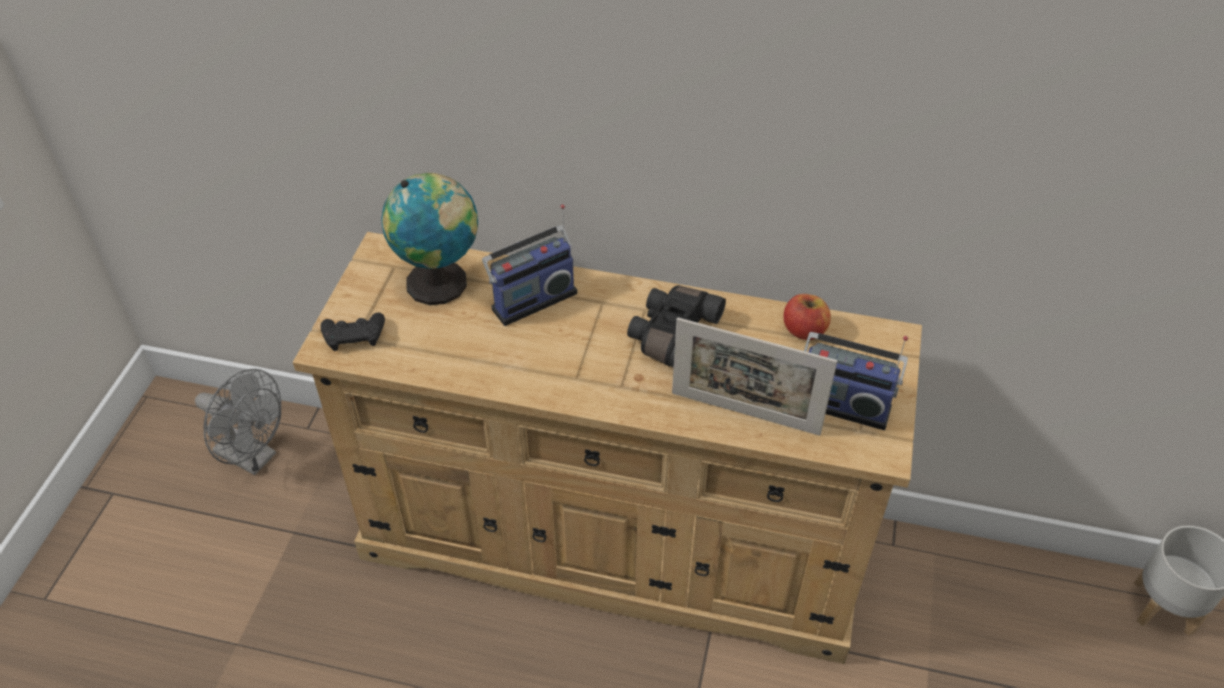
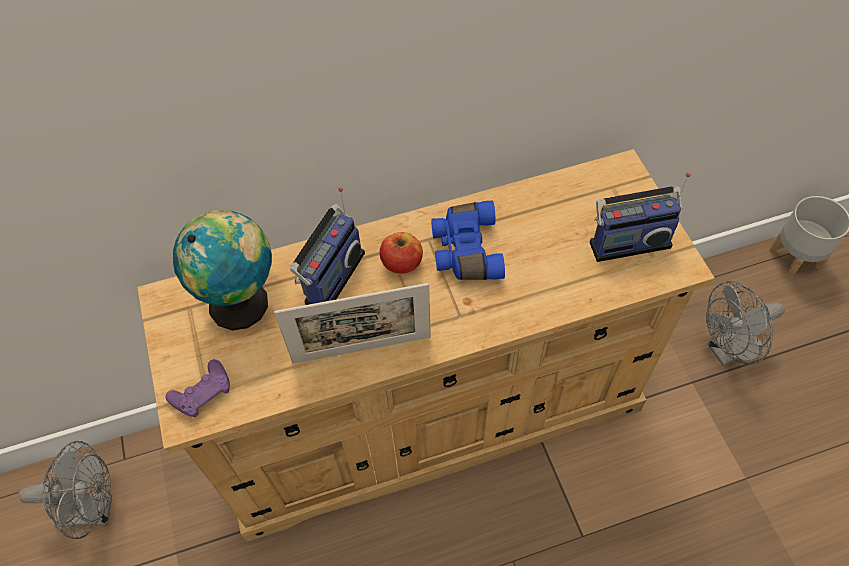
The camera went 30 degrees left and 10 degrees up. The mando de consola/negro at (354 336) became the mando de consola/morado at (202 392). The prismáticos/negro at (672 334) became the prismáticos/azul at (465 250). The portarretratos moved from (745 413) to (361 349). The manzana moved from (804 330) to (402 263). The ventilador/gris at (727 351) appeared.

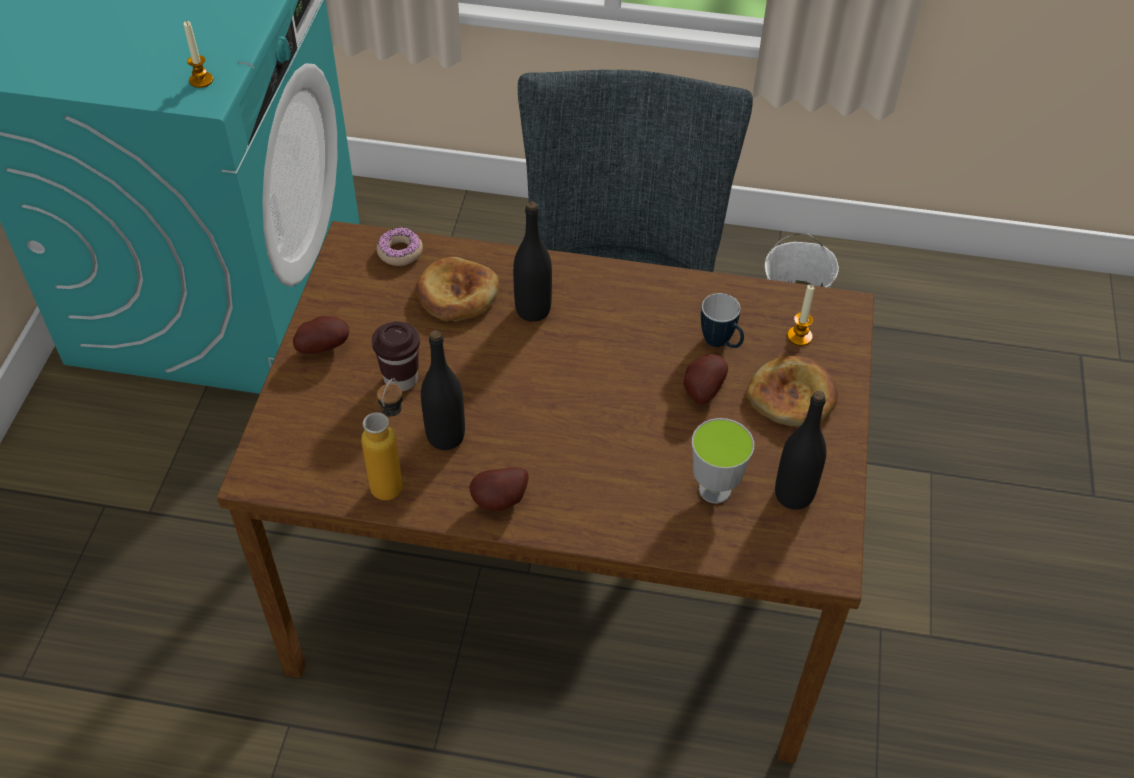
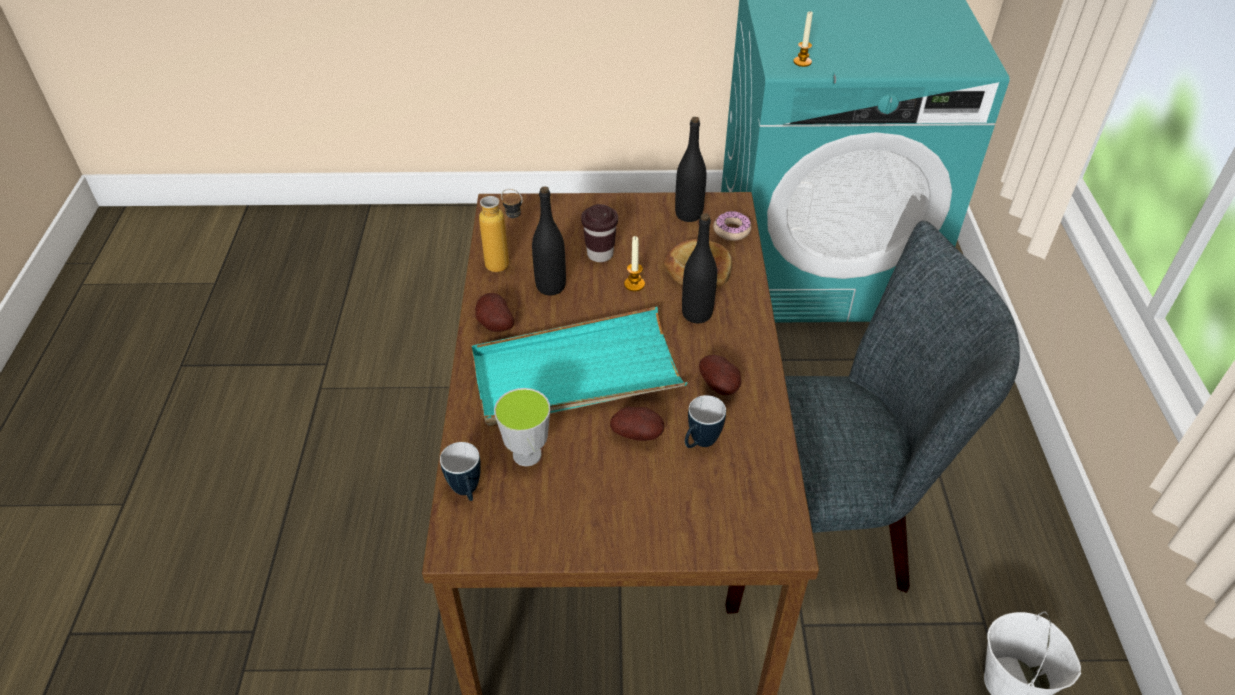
The camera went 80 degrees right and 5 degrees down. The patata moved from (323 346) to (720 386). The pan at (792 396) disappeared. The botella/negro moved from (793 495) to (688 214). The vela moved from (799 336) to (634 284). The taza grande at (467 492) appeared. The bandeja/turquesa at (575 373) appeared.

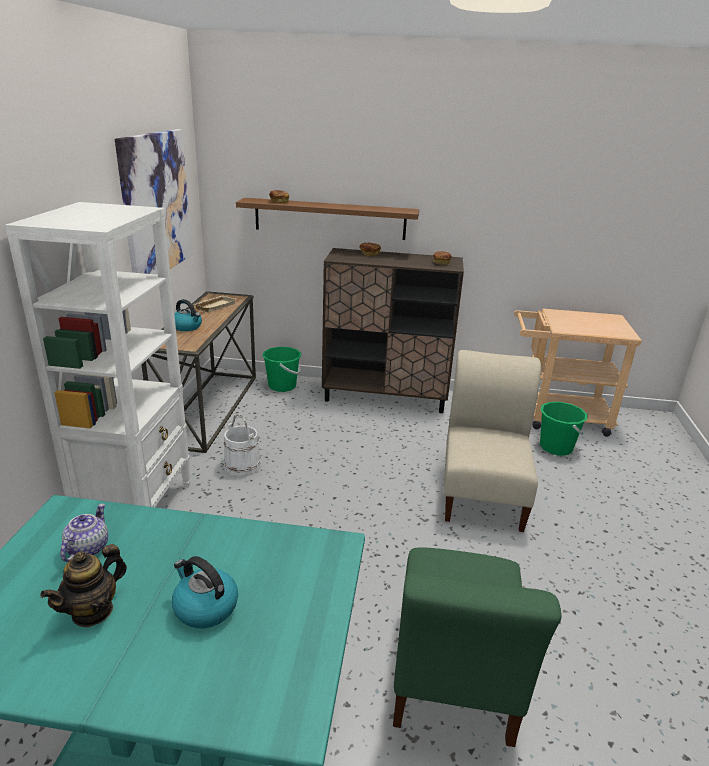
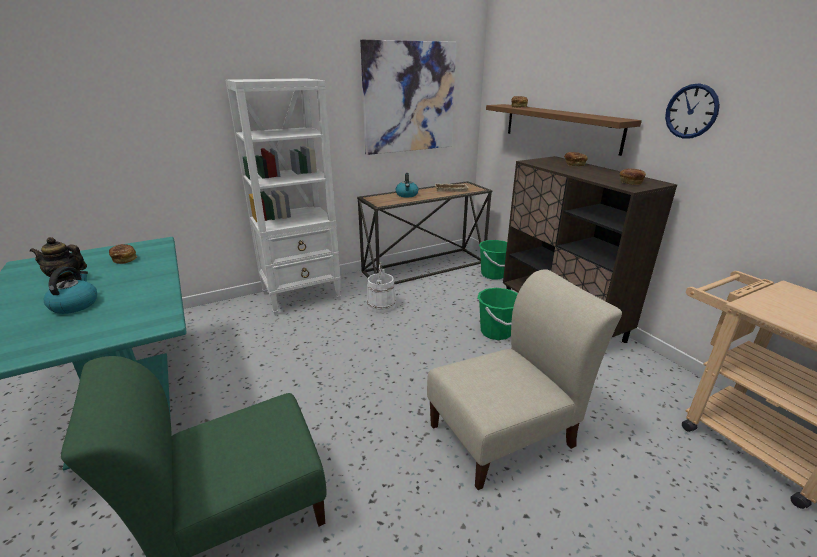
The camera went 55 degrees right and 0 degrees up. The tetera at (87 548) was replaced by the pan at (124 259). The cubo/verde moved from (556 447) to (496 332). The reloj de pared at (691 111) appeared.

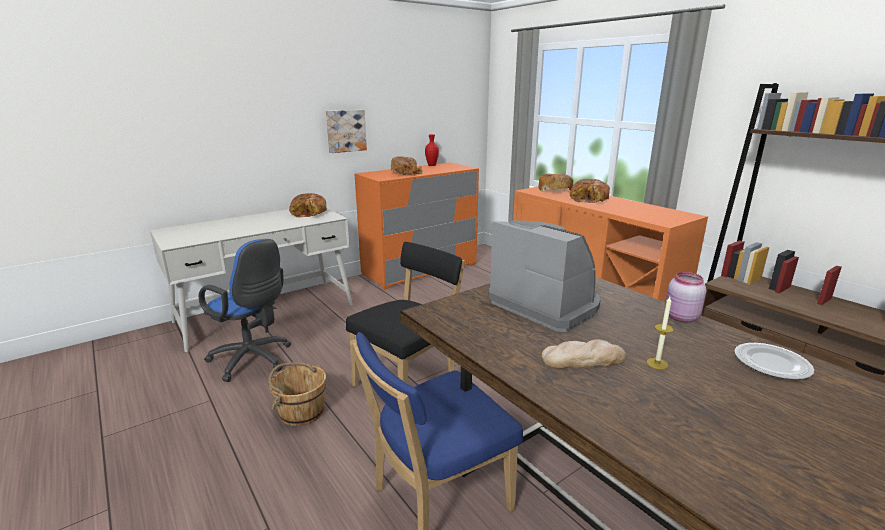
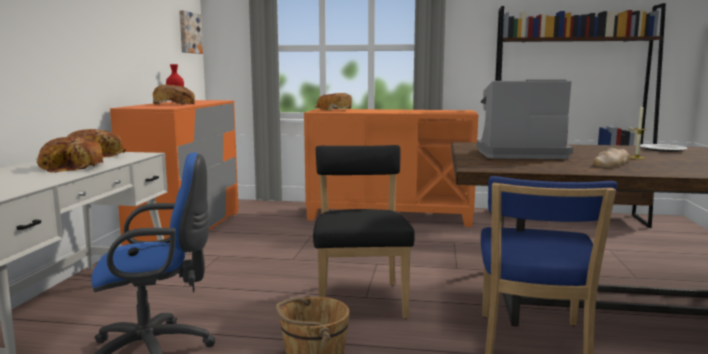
The camera went 45 degrees left and 10 degrees down. The cuadro moved from (345 131) to (189 33). The pan moved from (590 199) to (74 167). The tarro/rosa at (680 317) disappeared.

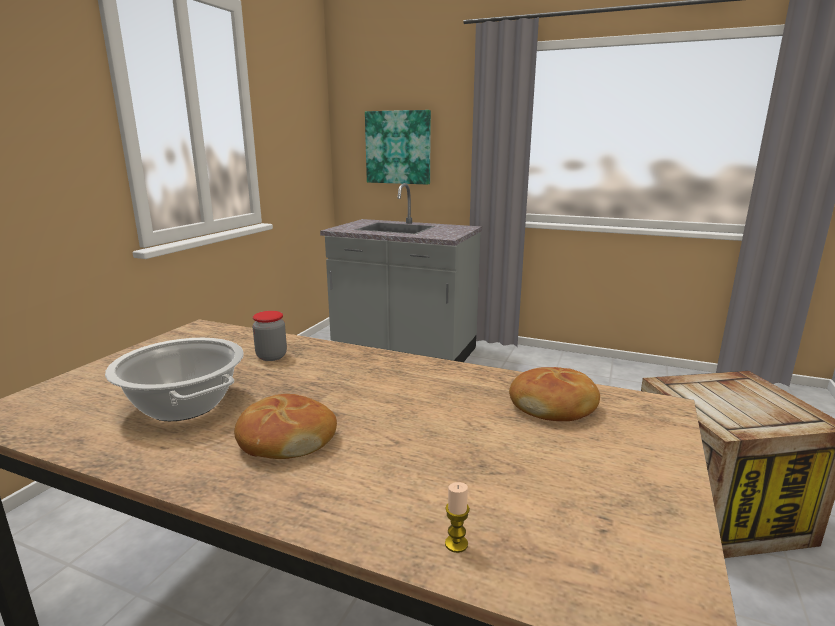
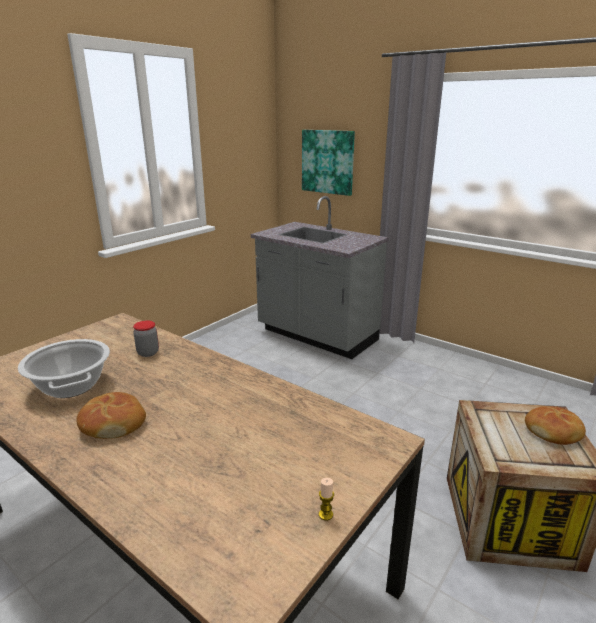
The camera went 15 degrees right and 5 degrees up. The vela moved from (456 544) to (325 514). The pan moved from (554 406) to (553 432).

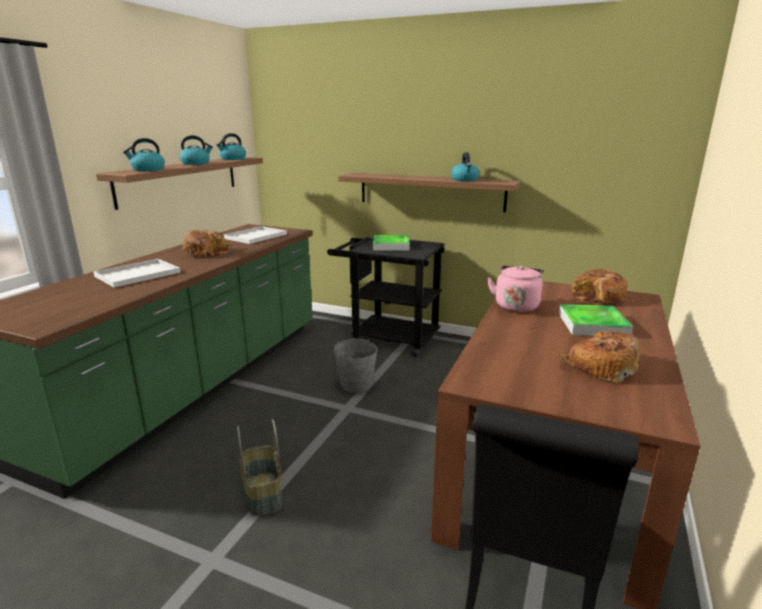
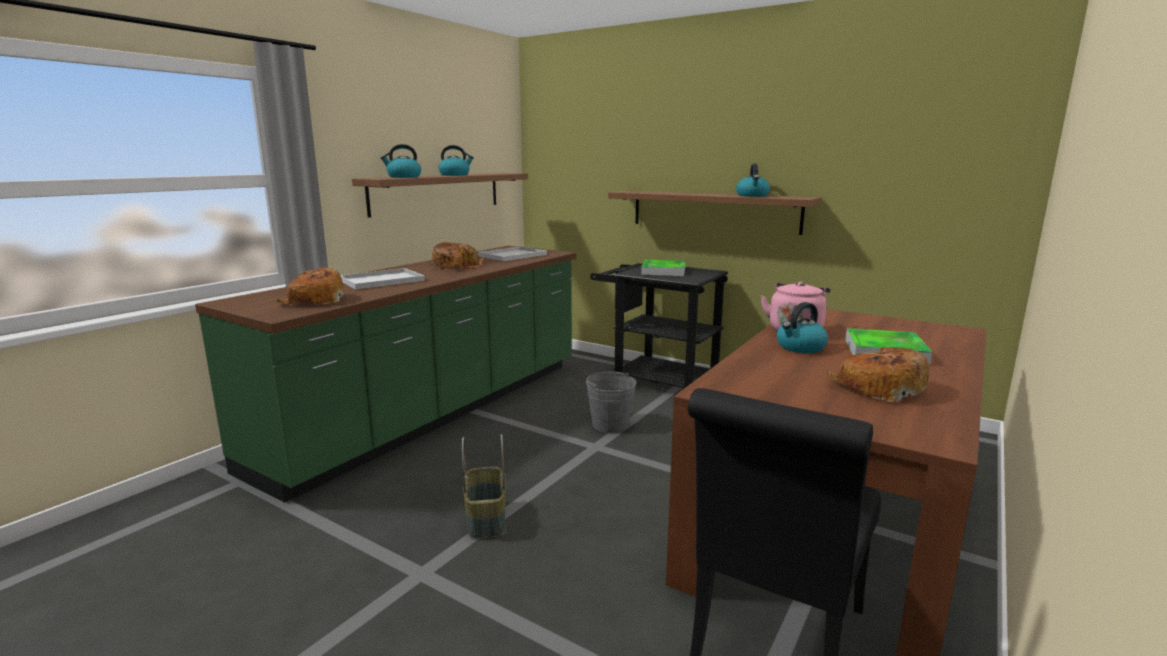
The camera went 10 degrees right and 5 degrees down. The hervidor moved from (232 159) to (800 347). The pan moved from (598 297) to (313 300).

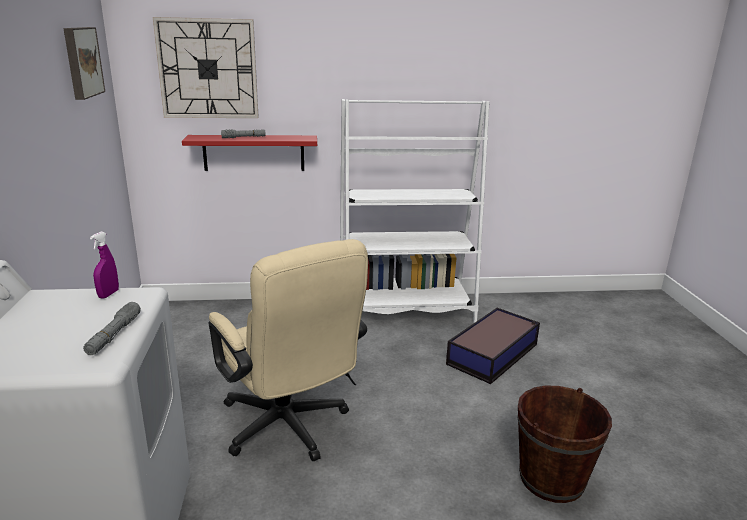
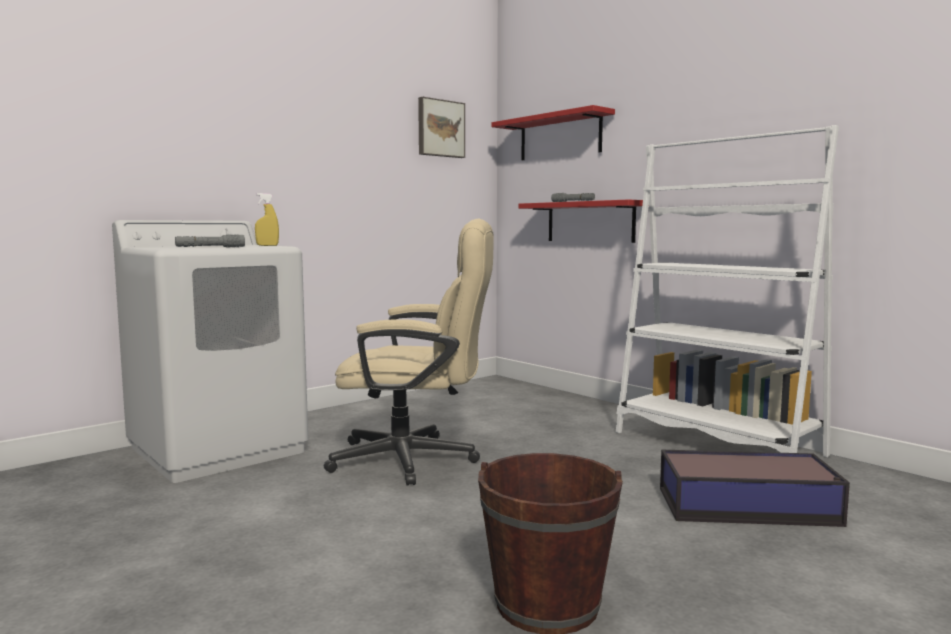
The camera went 55 degrees right and 15 degrees down. The pulverizador/morado at (108 294) became the pulverizador/amarillo at (267 245). The reloj de pared at (208 69) was replaced by the estante/rojo at (560 137). The silla de oficina/beis at (289 429) turned 105 degrees counterclockwise.

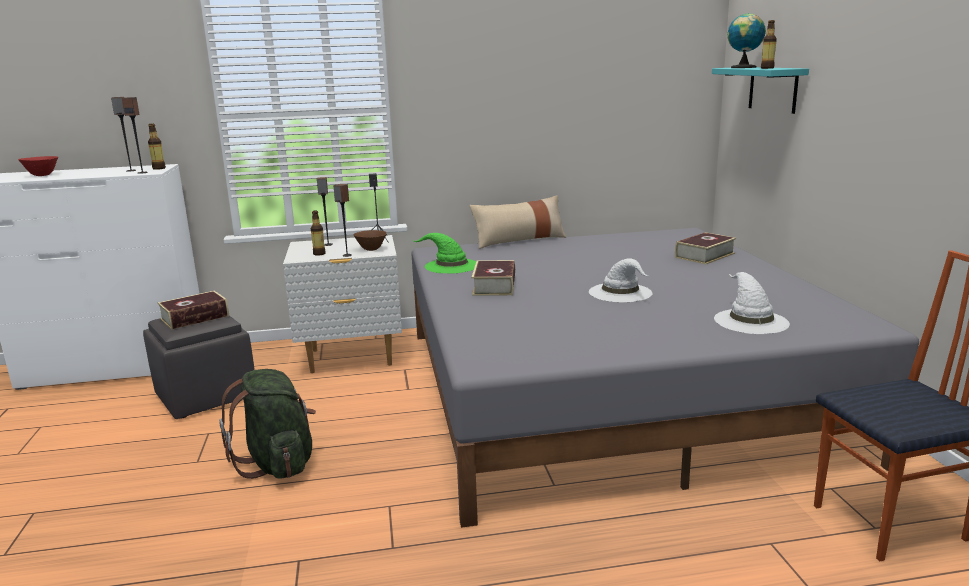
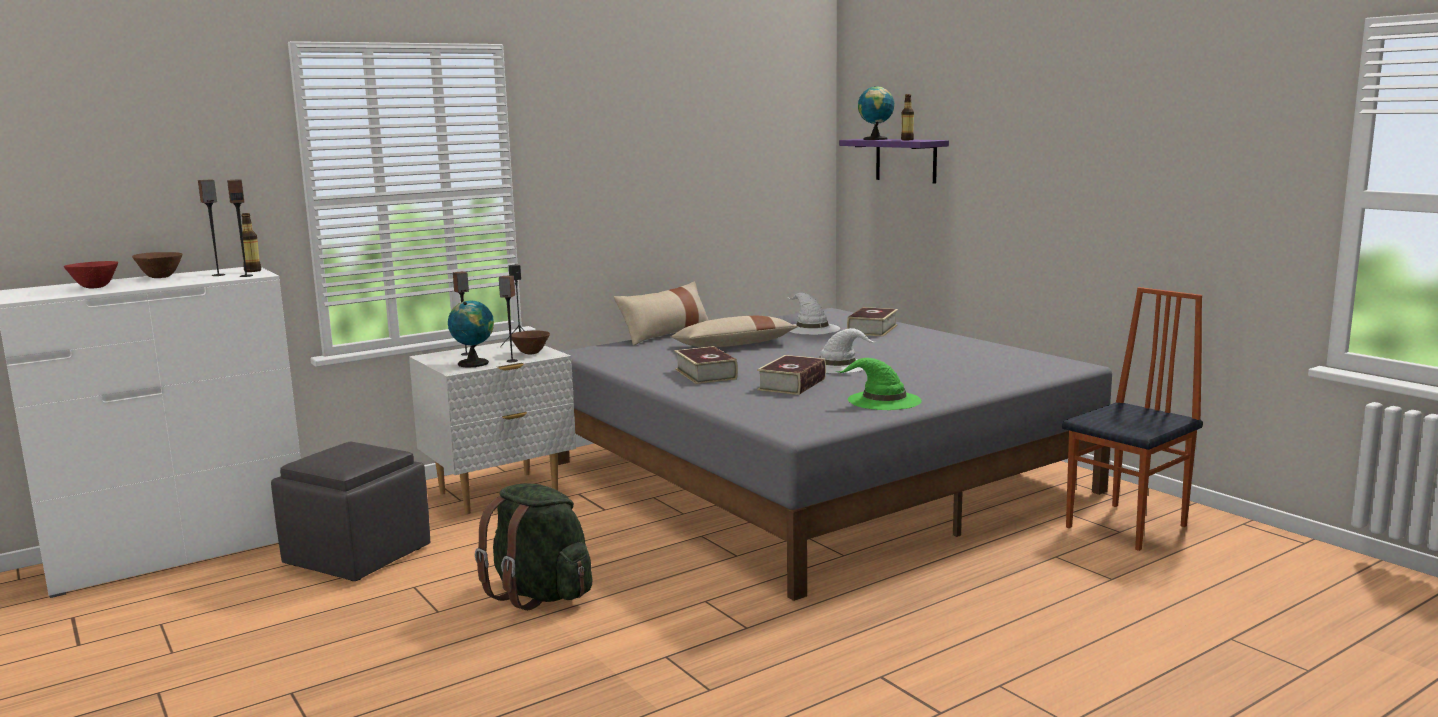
The camera went 25 degrees left and 5 degrees down. The libro moved from (195 317) to (792 384). The botella at (319 254) was replaced by the globo terráqueo at (474 363). The sombrero/verde moved from (450 266) to (883 400). The estante/turquesa at (773 89) became the estante/morado at (906 160). The sombrero/blanco moved from (750 320) to (811 328). The cuenco/marrón at (161 277) appeared. The cojín/beis at (734 345) appeared.

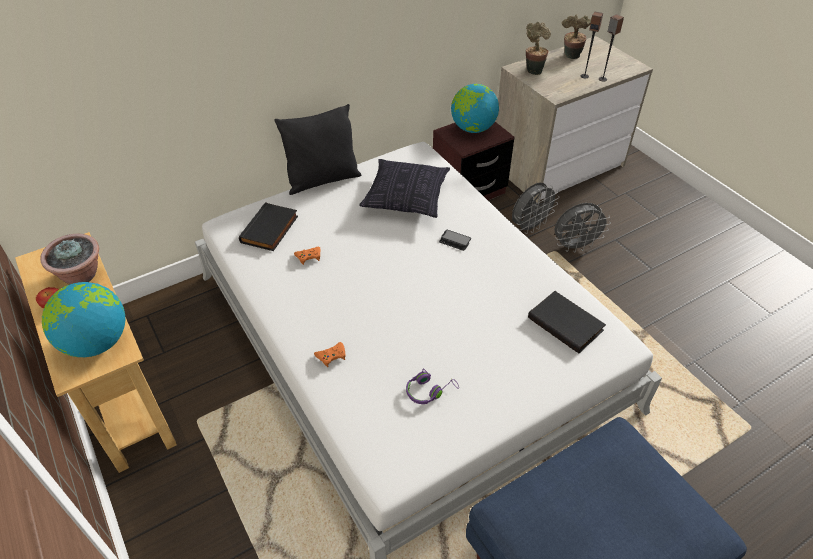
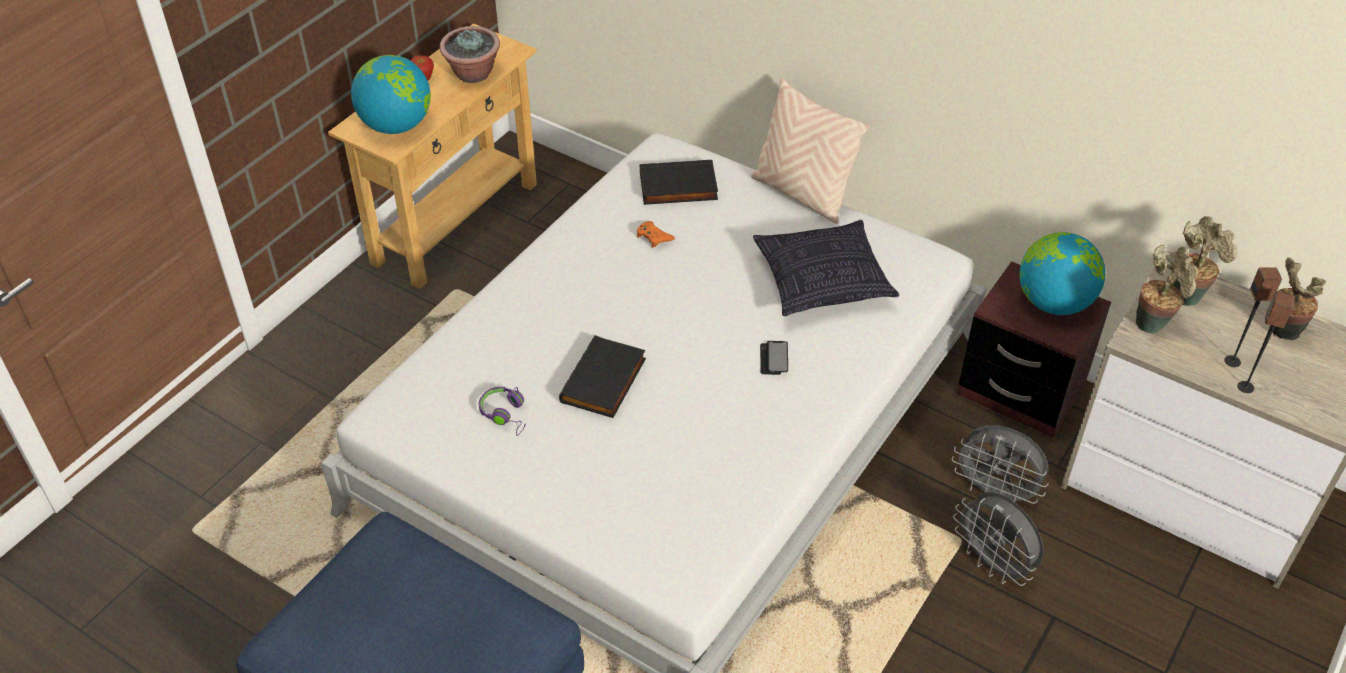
The camera went 65 degrees right and 0 degrees up. The cojín/negro at (323 180) became the cojín/beis at (802 194). The mando de consola/naranja at (331 356) disappeared. The libro/negro moved from (566 323) to (605 381). The planta en maceta at (1153 323) appeared.

